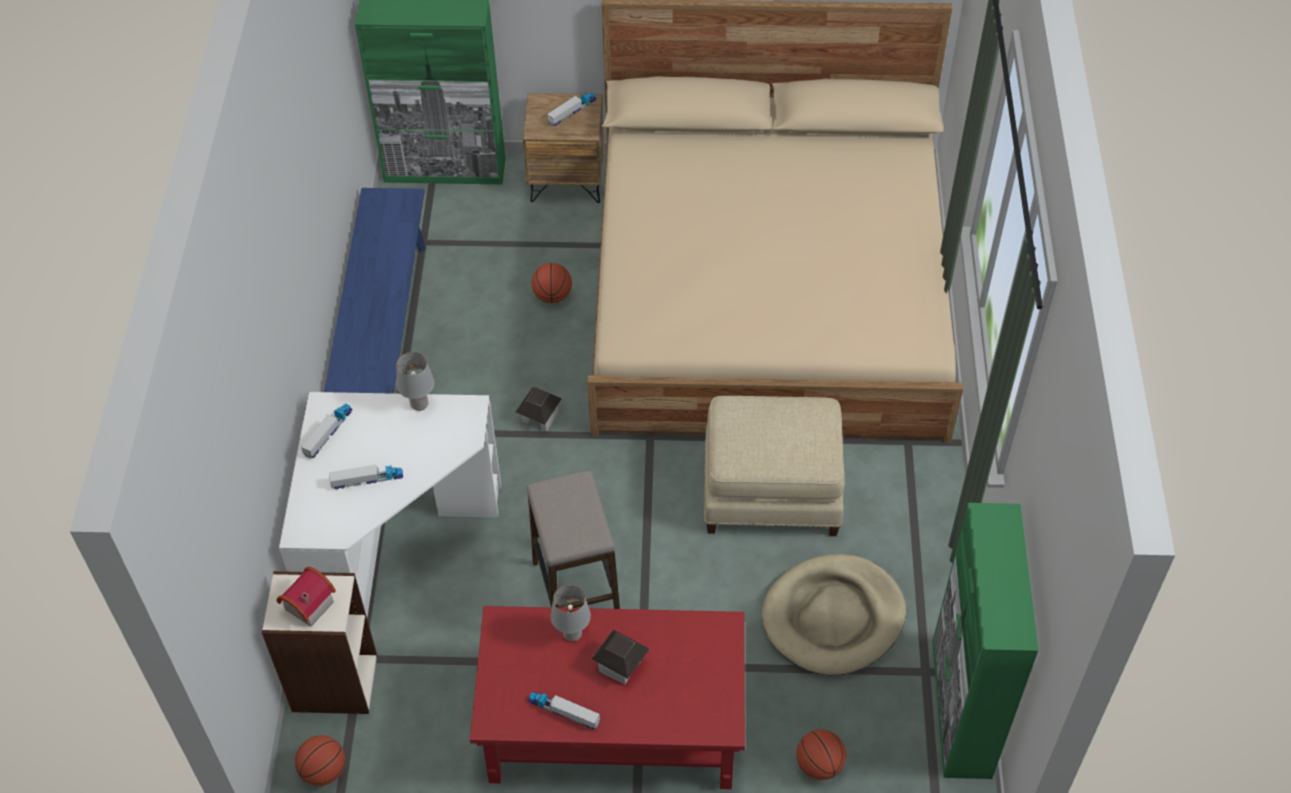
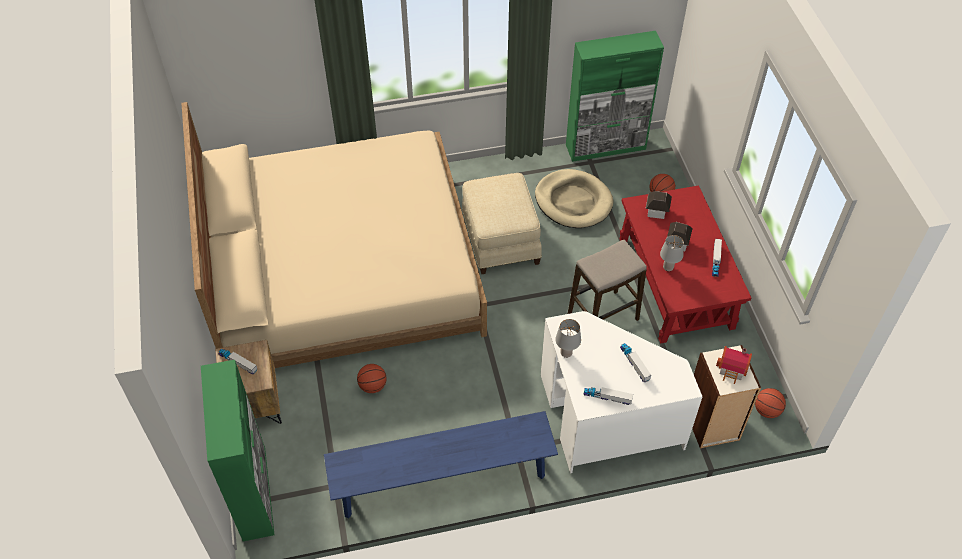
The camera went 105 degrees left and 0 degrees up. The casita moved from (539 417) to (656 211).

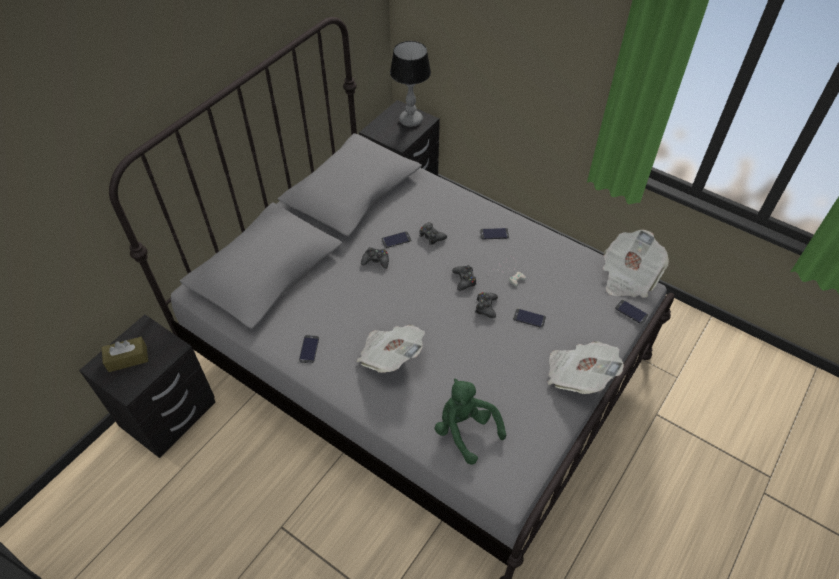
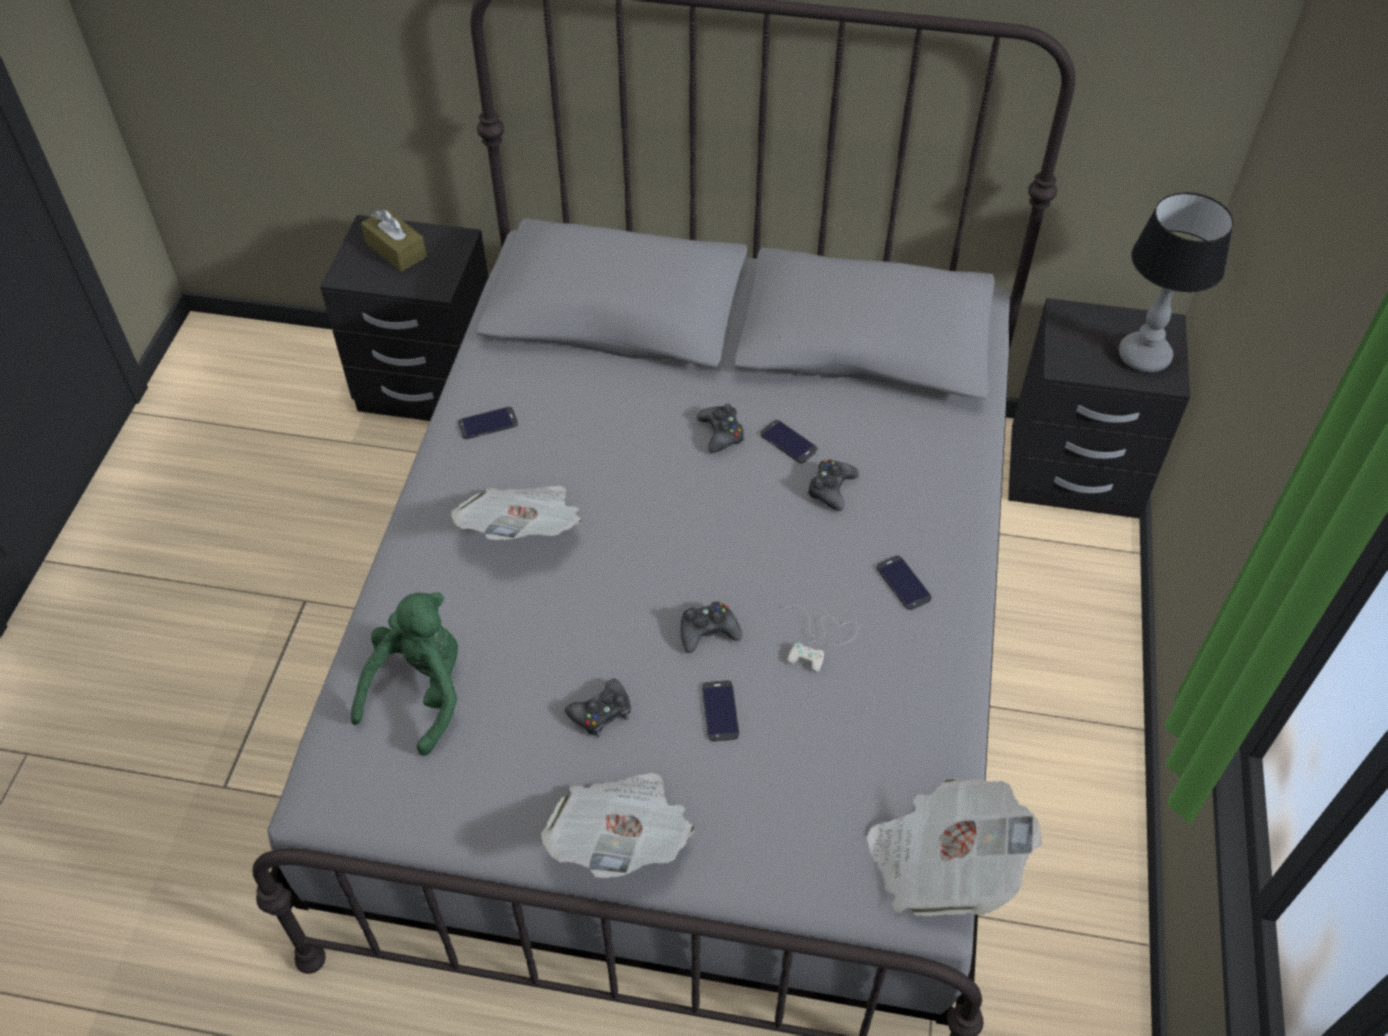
The camera went 65 degrees right and 0 degrees up. The mando de consola/negro moved from (464 280) to (601 713). The móvil at (631 312) disappeared.

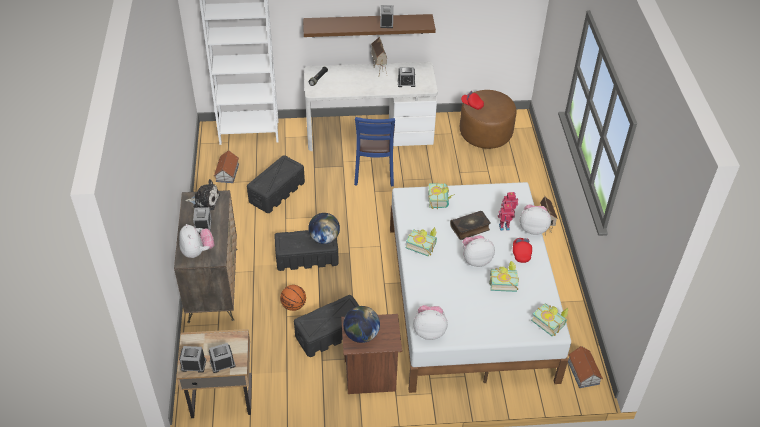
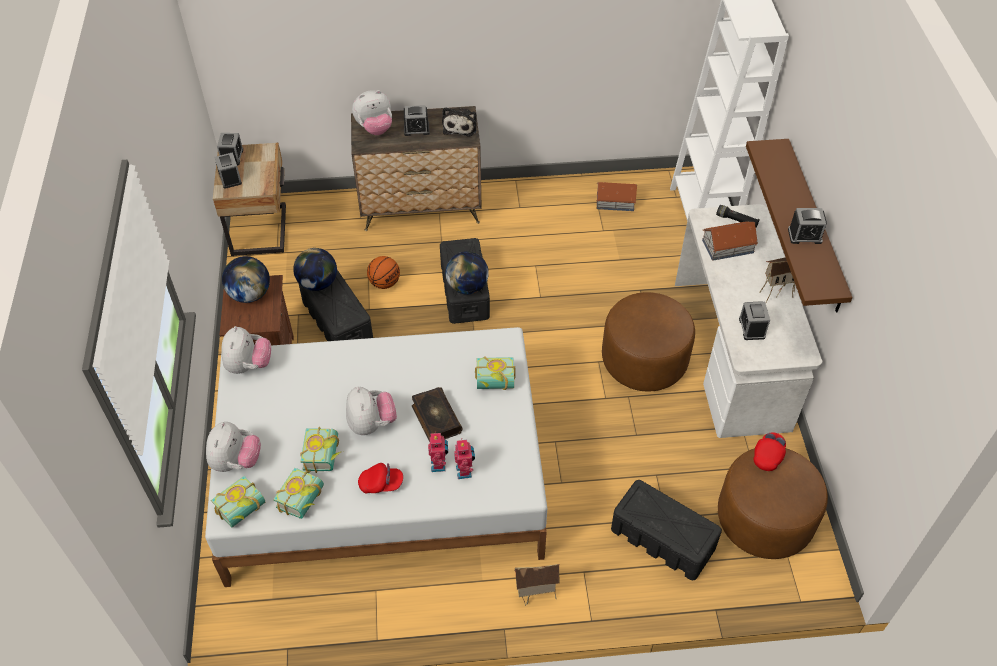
The camera went 90 degrees right and 5 degrees up. The caja de almacenaje/negro moved from (277 192) to (663 539). The silla/azul at (374 170) was replaced by the puf/marrón at (644 360). The libro moved from (422 244) to (305 501). The peluche moved from (533 228) to (236 461). The casita moved from (583 372) to (728 246). The globo terráqueo at (318 283) appeared.

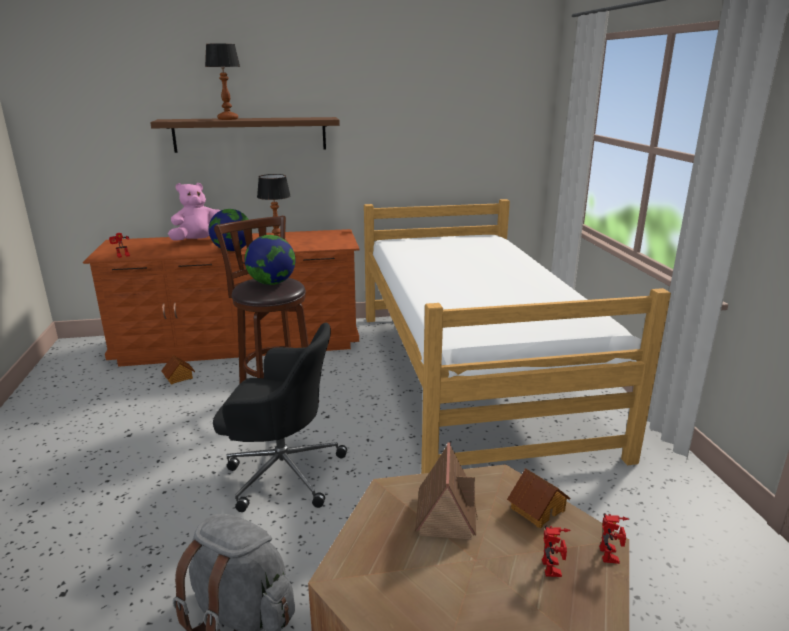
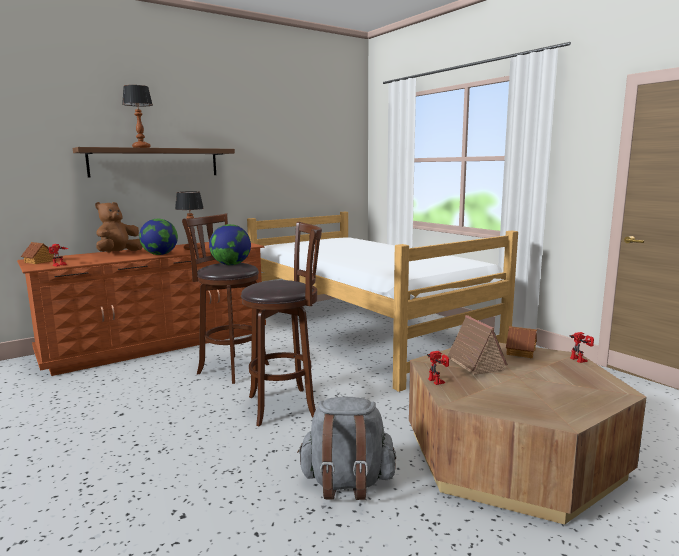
The camera went 25 degrees left and 10 degrees down. The casita moved from (179 377) to (39 261). The peluche/rosa at (199 241) became the peluche/marrón at (118 253). The silla de oficina/negro at (282 472) was replaced by the taburete/marrón at (286 406). The robot de juguete moved from (555 569) to (439 381).

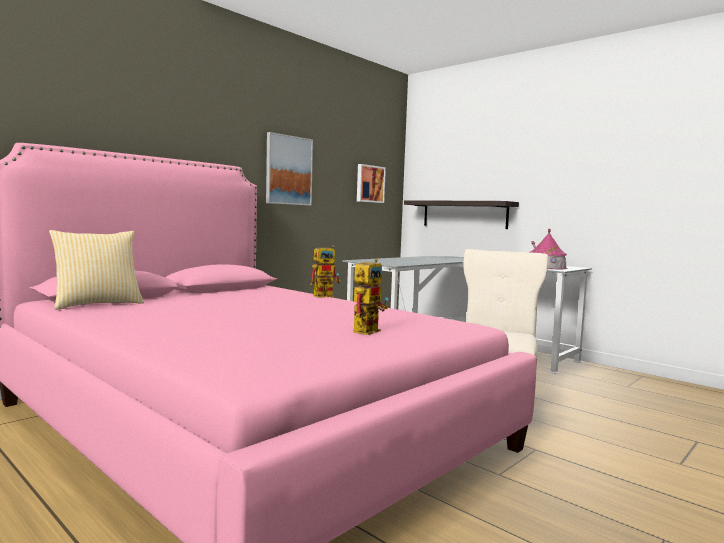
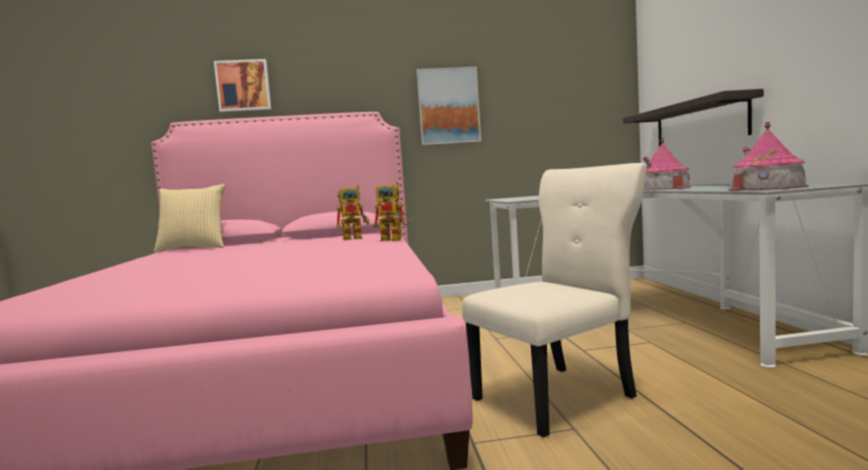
The camera went 40 degrees right and 0 degrees up. The robot de juguete moved from (367 330) to (357 238). The cuadro moved from (369 184) to (243 86). The casita at (663 188) appeared.

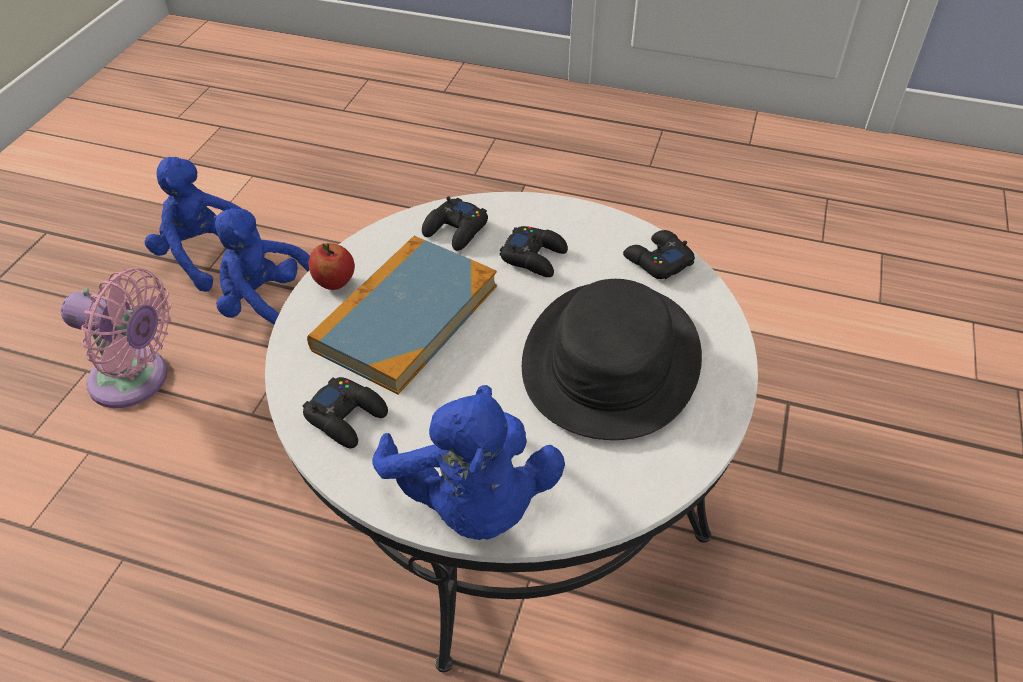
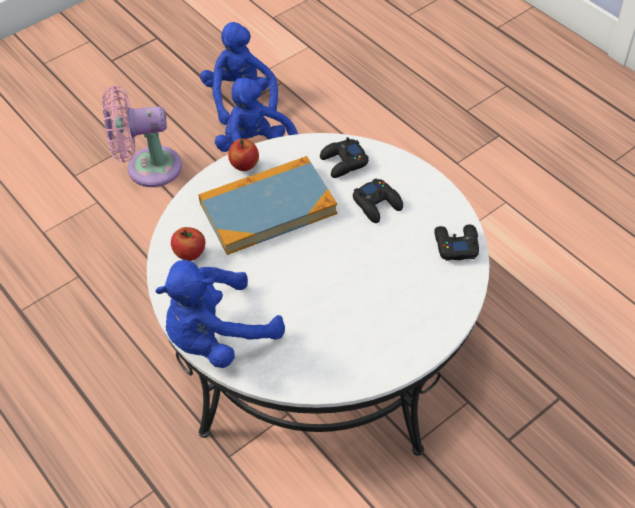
The camera went 35 degrees right and 5 degrees up. The ventilador/rosa at (136 381) turned 120 degrees clockwise. The mando de consola/negro at (347 417) was replaced by the manzana at (190 254). The peluche/azul at (471 501) turned 45 degrees clockwise. The sombrero/negro at (610 360) disappeared.

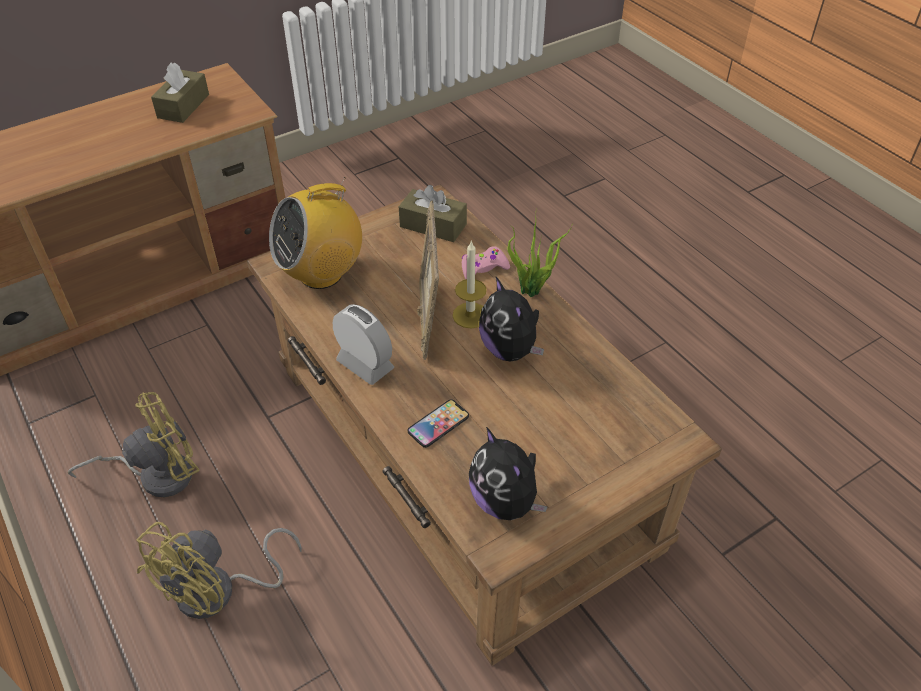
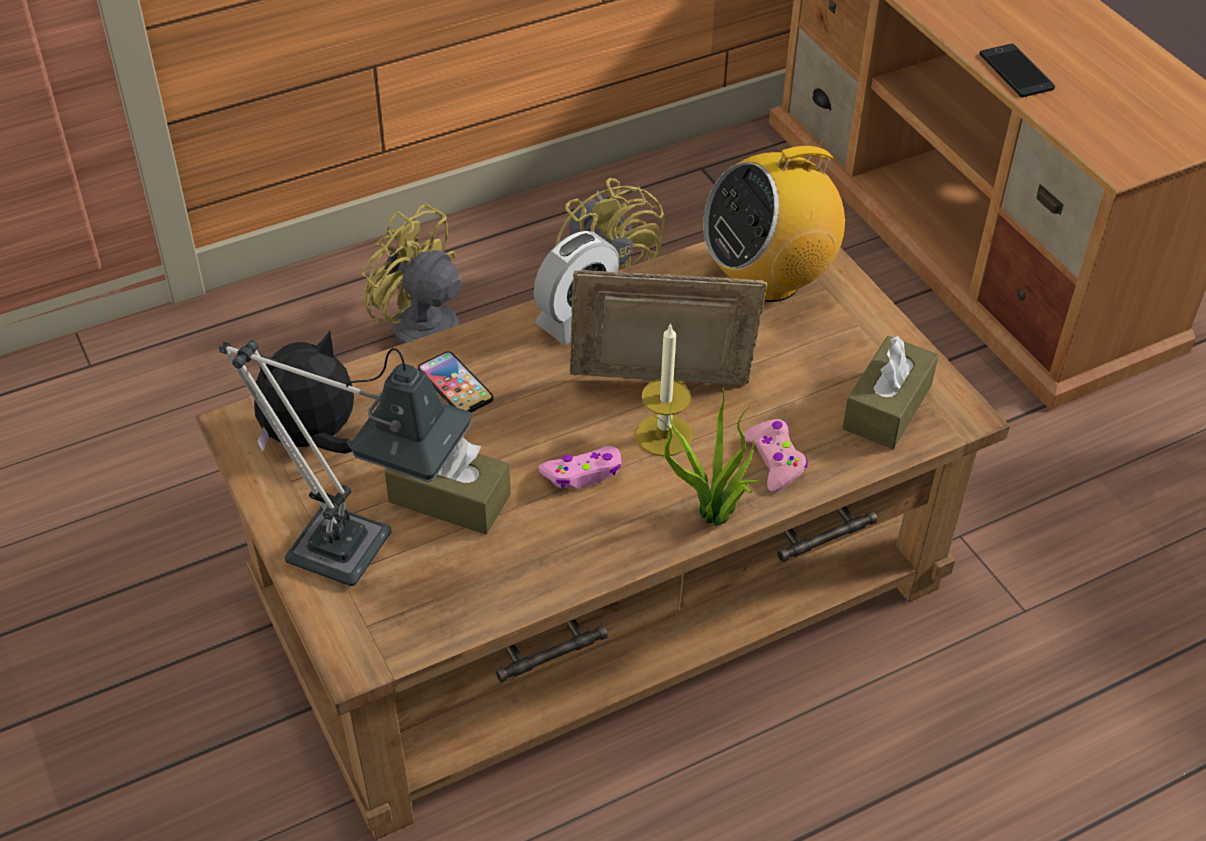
The camera went 95 degrees right and 0 degrees up. The caja de pañuelos/marrón moved from (183 106) to (449 498). The radio at (321 274) turned 90 degrees counterclockwise. The peluche at (510 350) was replaced by the mando de consola/rosa at (583 474). The lámpara de mesa at (361 556) appeared. The móvil at (1016 71) appeared.

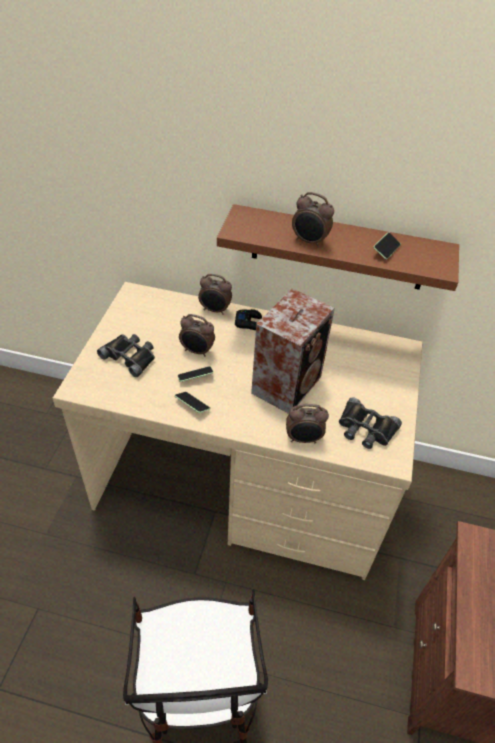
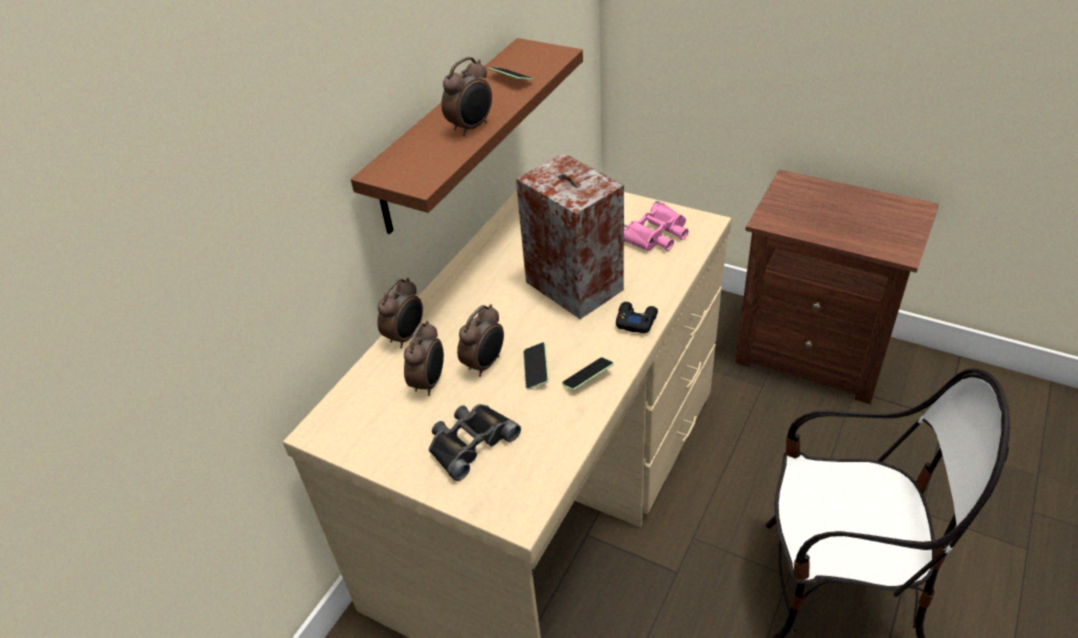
The camera went 70 degrees left and 5 degrees down. The mando de consola/negro moved from (248 322) to (635 321). The despertador moved from (303 439) to (430 382). The prismáticos/negro at (365 428) became the prismáticos/rosa at (656 234).

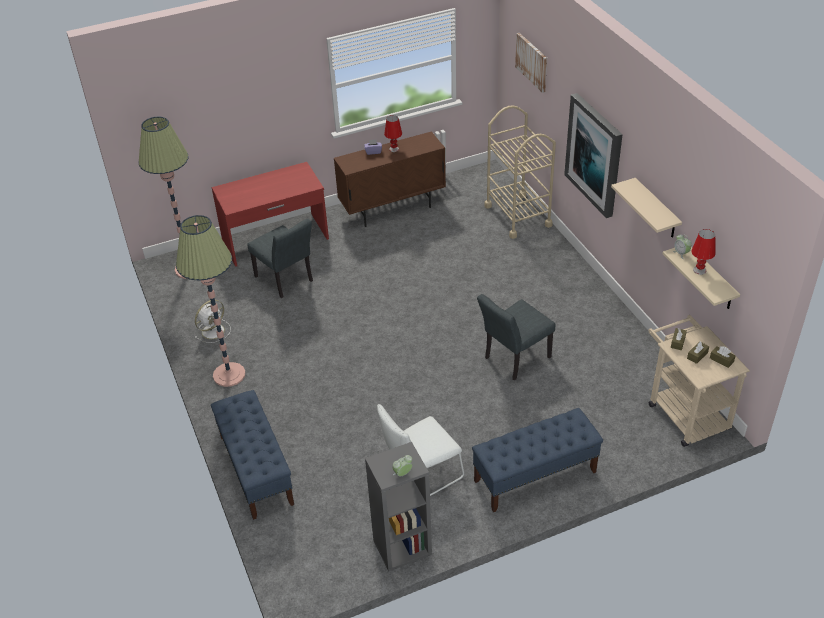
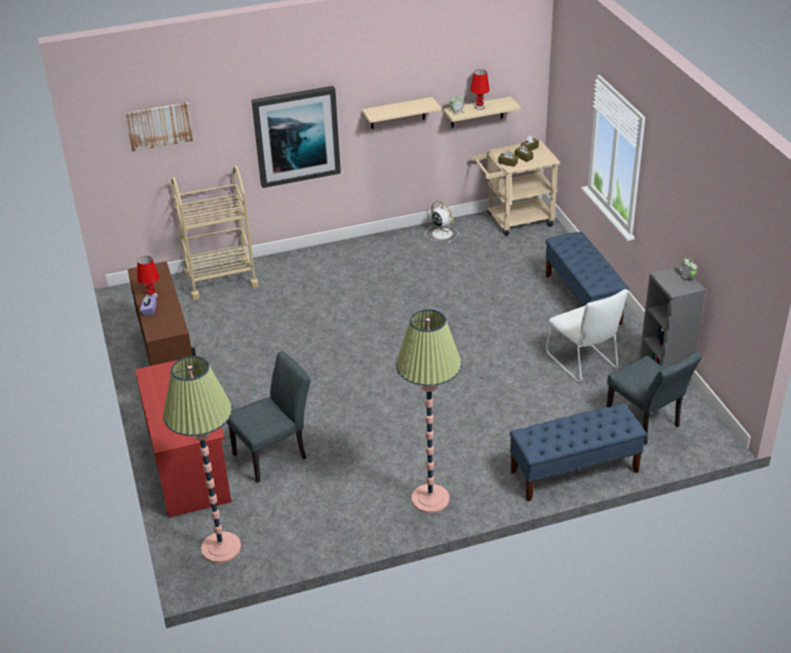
The camera went 85 degrees left and 5 degrees down. The ventilador/blanco moved from (214 330) to (441 233). The silla/gris moved from (513 359) to (646 423).

